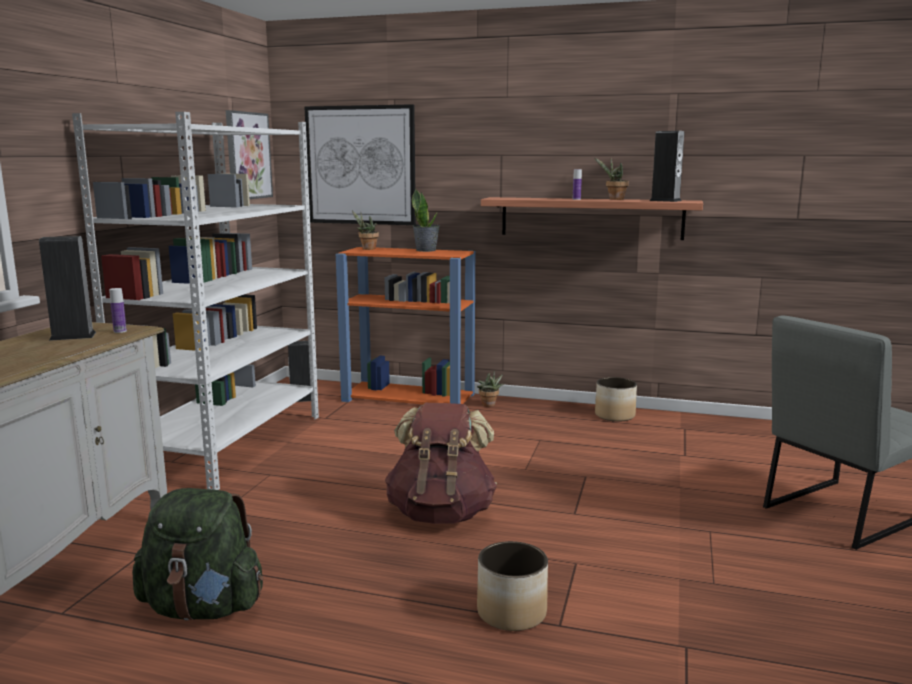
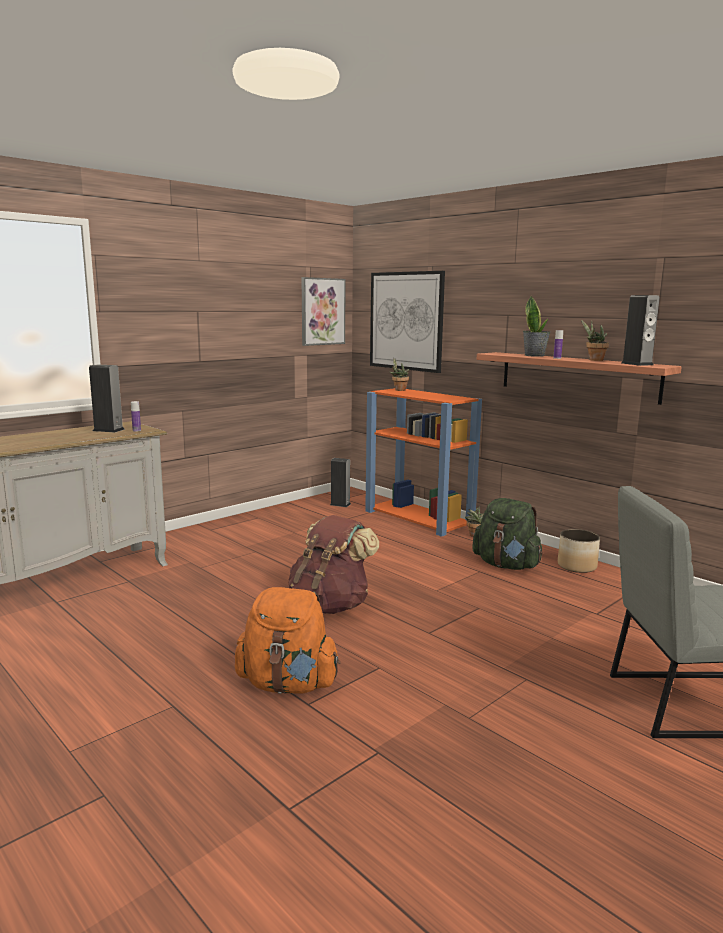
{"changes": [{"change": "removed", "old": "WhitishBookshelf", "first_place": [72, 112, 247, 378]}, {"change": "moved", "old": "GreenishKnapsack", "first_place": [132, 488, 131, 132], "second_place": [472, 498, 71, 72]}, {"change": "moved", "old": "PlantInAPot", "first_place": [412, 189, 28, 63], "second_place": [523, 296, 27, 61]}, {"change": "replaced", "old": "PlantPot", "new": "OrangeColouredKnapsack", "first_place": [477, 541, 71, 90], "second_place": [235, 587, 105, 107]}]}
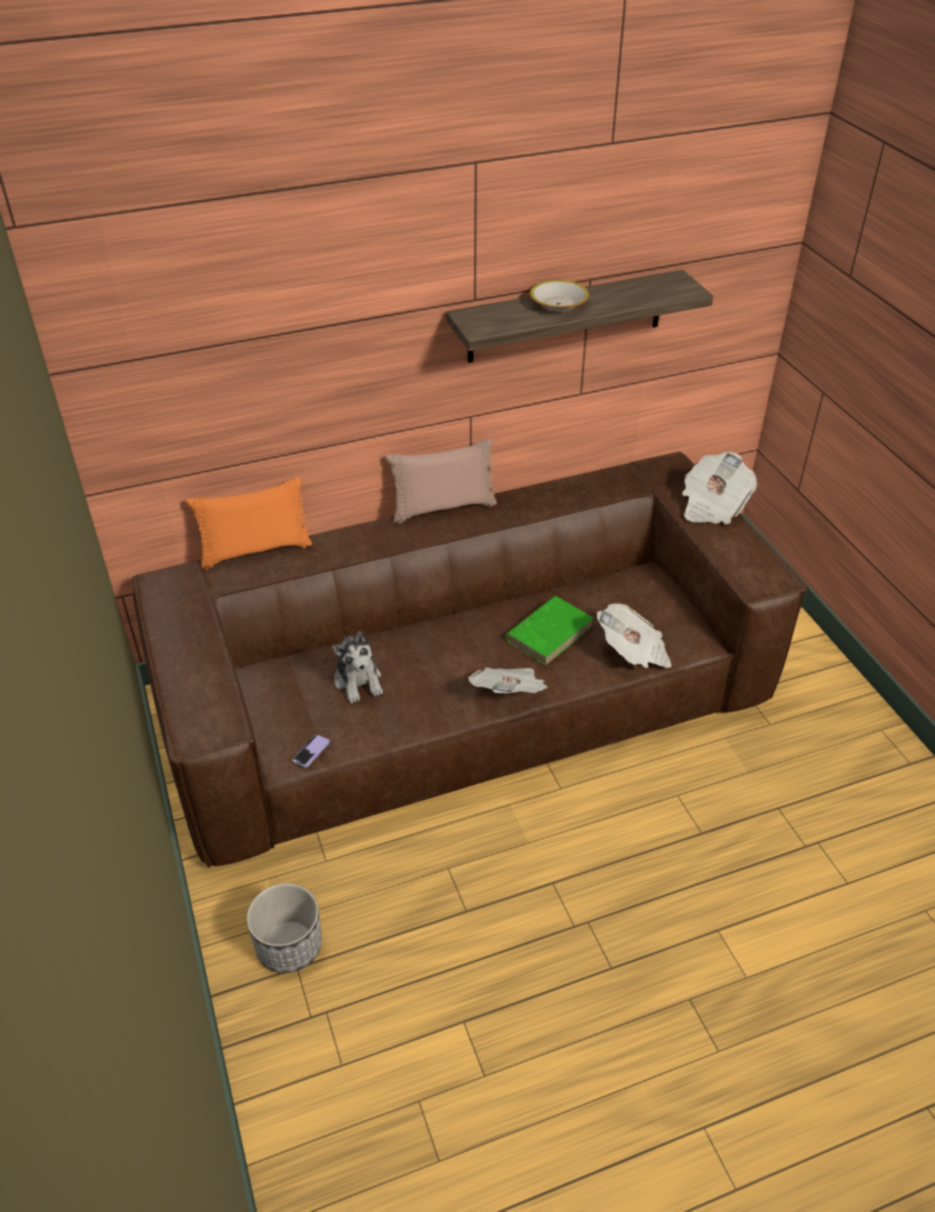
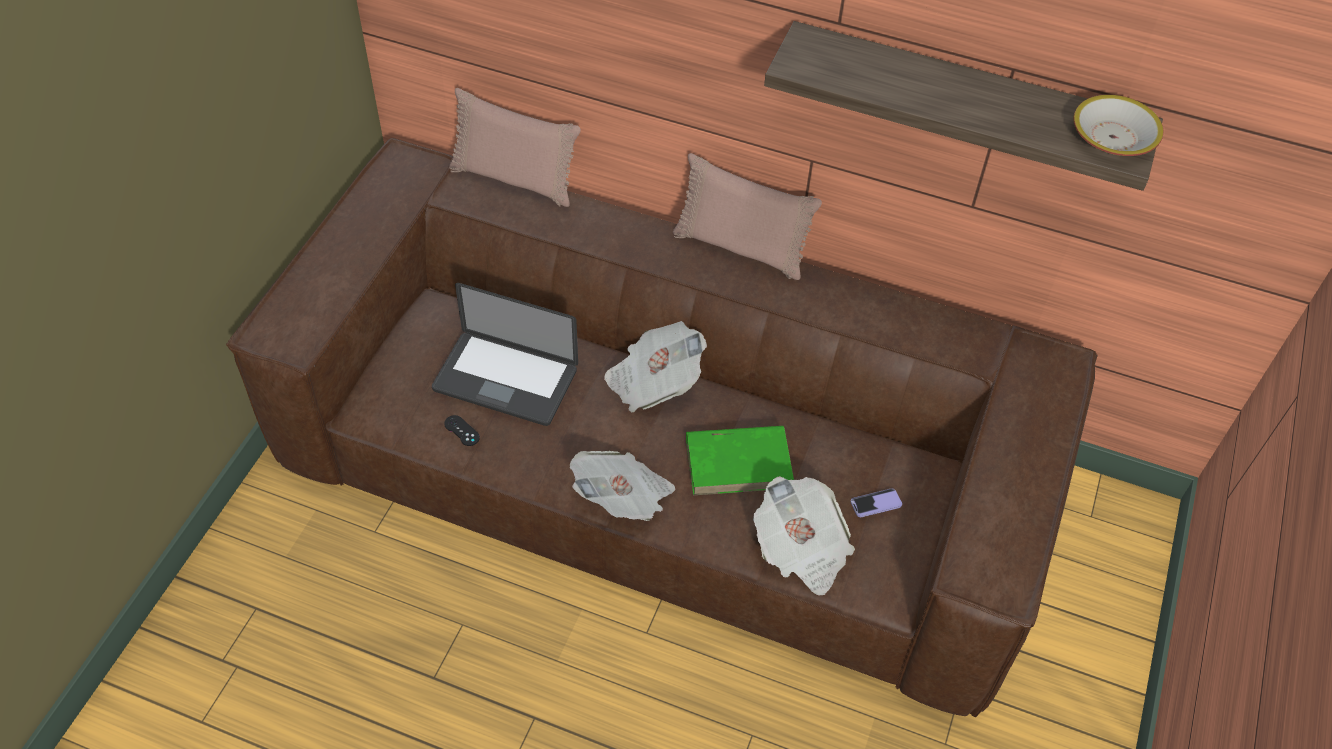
{"changes": [{"change": "recoloured", "old": "OrangeColouredPillow", "new": "SandColouredPillow", "first_place": [186, 477, 126, 93], "second_place": [449, 88, 132, 119]}, {"change": "removed", "old": "PlantPot", "first_place": [247, 883, 75, 90]}, {"change": "moved", "old": "Handset", "first_place": [292, 735, 38, 33], "second_place": [851, 488, 51, 29]}, {"change": "replaced", "old": "CuddlyToy", "new": "PortableComputer", "first_place": [332, 631, 51, 72], "second_place": [432, 283, 146, 143]}, {"change": "moved", "old": "Bowl", "first_place": [530, 280, 59, 32], "second_place": [1073, 95, 91, 61]}, {"change": "moved", "old": "DailyPaper", "first_place": [682, 452, 75, 72], "second_place": [604, 321, 103, 91]}, {"change": "added", "new": "BlackColouredGameController", "second_place": [444, 415, 36, 31]}]}
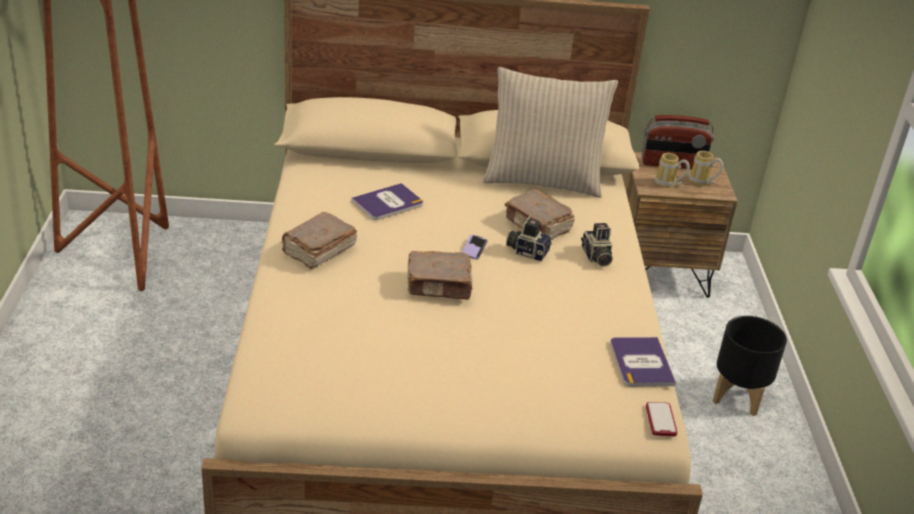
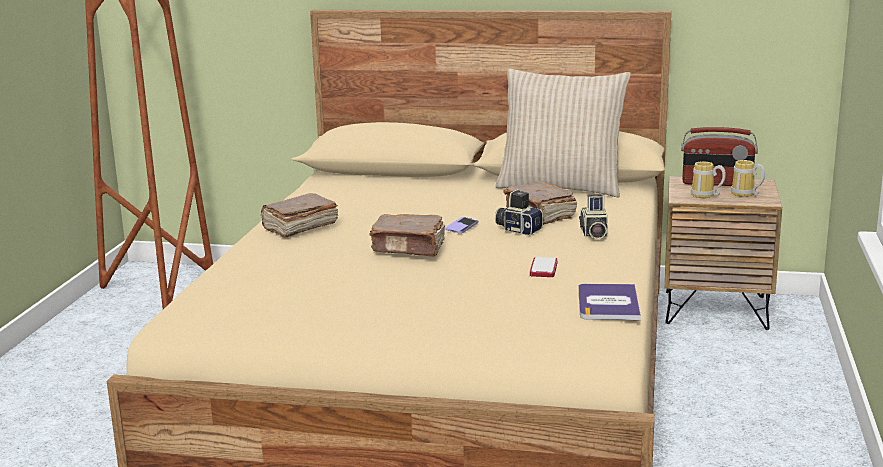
{"changes": [{"change": "removed", "old": "BoundBook", "first_place": [351, 183, 72, 37]}, {"change": "moved", "old": "Handset", "first_place": [646, 402, 31, 34], "second_place": [530, 257, 28, 20]}, {"change": "removed", "old": "BlackColouredPlantPot", "first_place": [713, 316, 74, 100]}]}
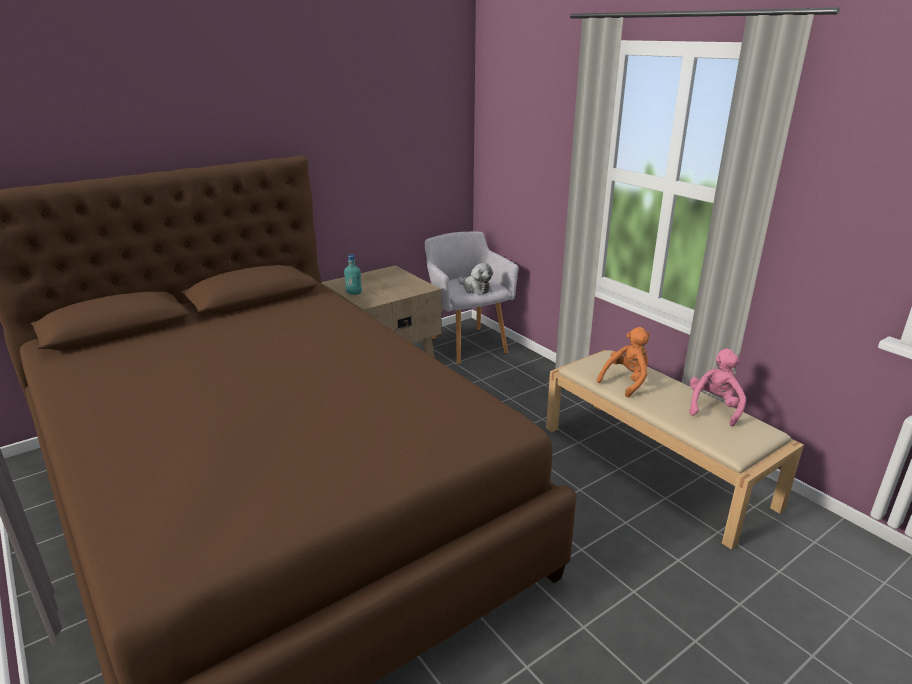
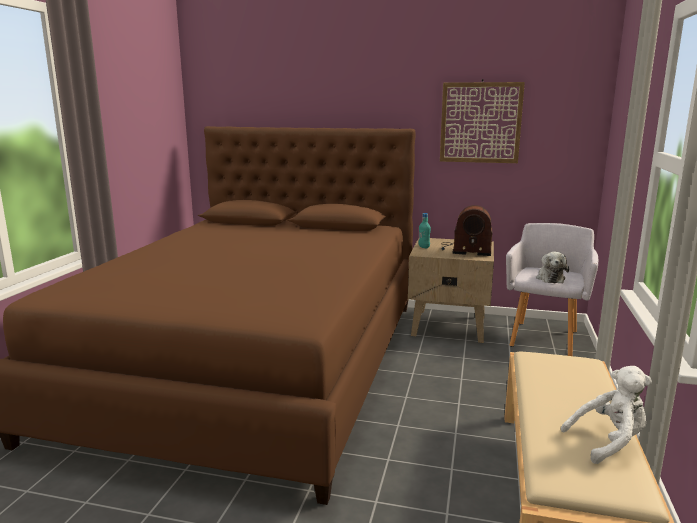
{"changes": [{"change": "removed", "old": "OrangeColouredCuddlyToy", "first_place": [597, 327, 53, 71]}, {"change": "recoloured", "old": "PinkishCuddlyToy", "new": "WhitishCuddlyToy", "first_place": [689, 349, 57, 77], "second_place": [561, 366, 91, 98]}, {"change": "added", "new": "Picture", "second_place": [440, 79, 85, 84]}, {"change": "added", "new": "RadioSet", "second_place": [441, 205, 51, 51]}]}
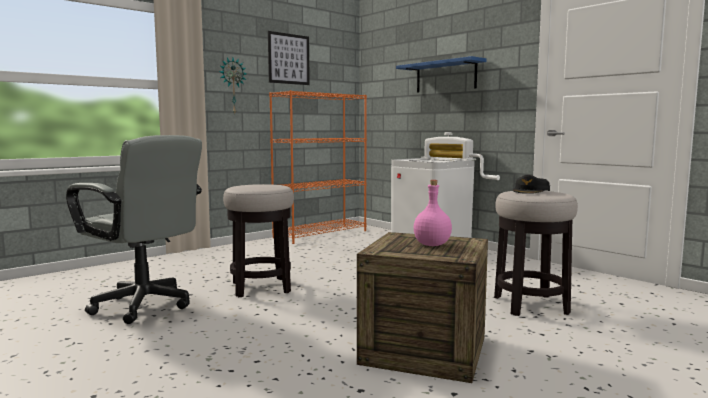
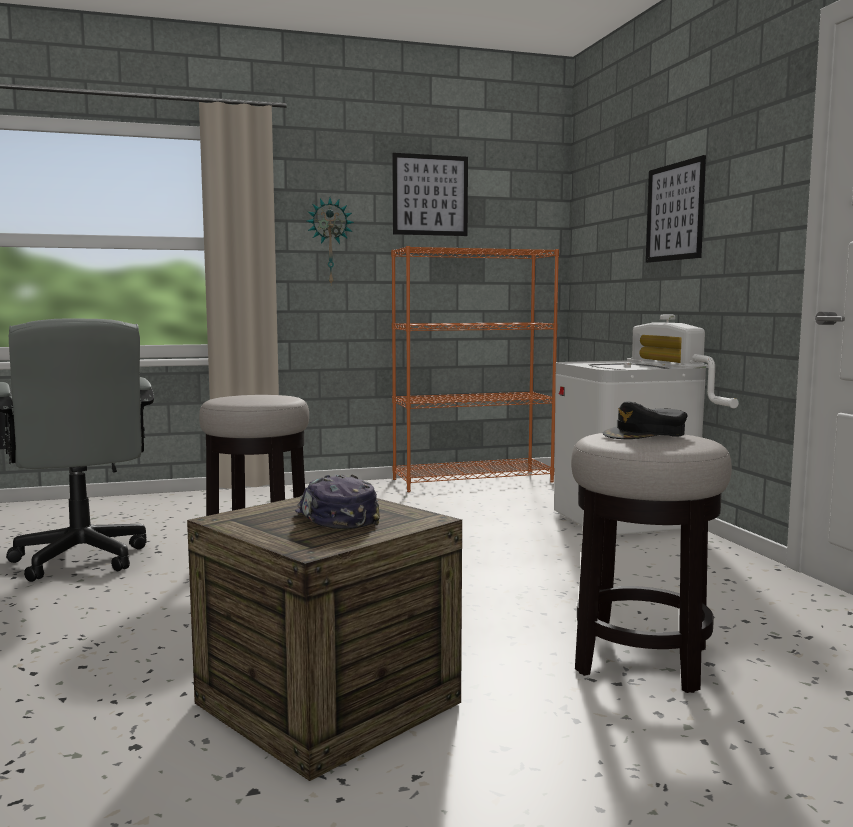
{"changes": [{"change": "replaced", "old": "BlueWallShelf", "new": "Picture", "first_place": [396, 56, 90, 37], "second_place": [646, 155, 60, 108]}, {"change": "replaced", "old": "PinkishBeverageBottle", "new": "Cap", "first_place": [414, 180, 38, 66], "second_place": [295, 474, 85, 55]}]}
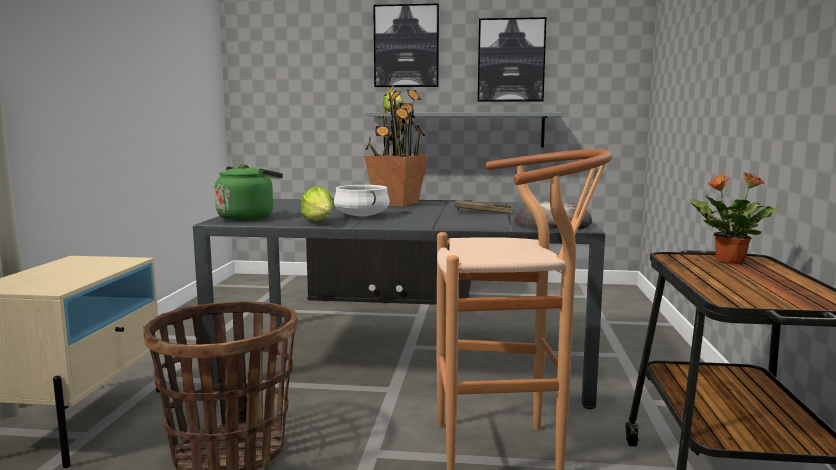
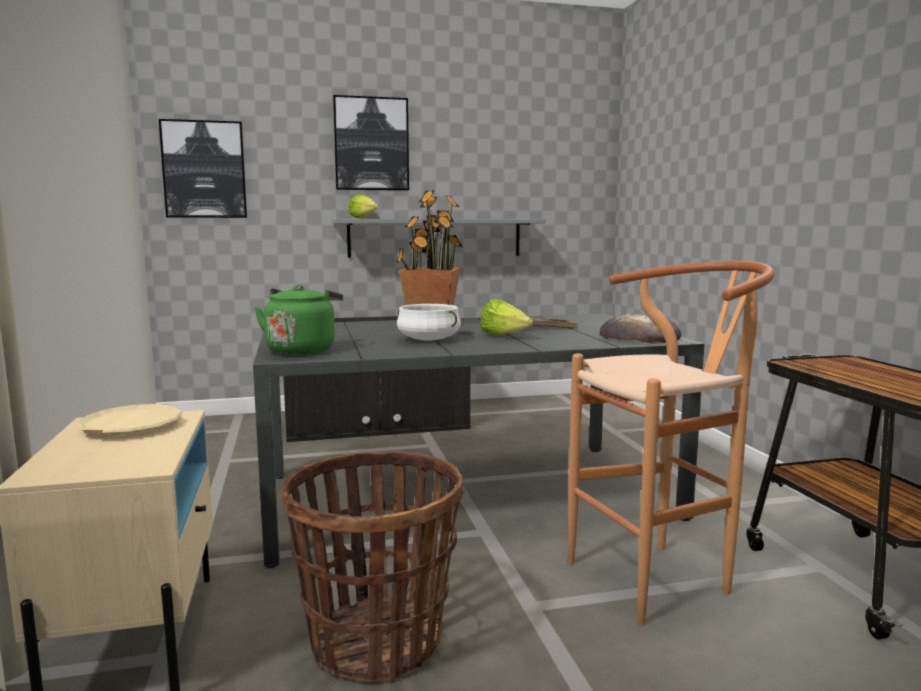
{"changes": [{"change": "moved", "old": "LettuceHead", "first_place": [301, 186, 33, 35], "second_place": [480, 299, 53, 36]}, {"change": "moved", "old": "Picture", "first_place": [478, 17, 68, 85], "second_place": [159, 119, 88, 99]}, {"change": "removed", "old": "PlantInAPot", "first_place": [690, 172, 93, 92]}, {"change": "added", "new": "SandColouredPlate", "second_place": [77, 404, 106, 31]}]}
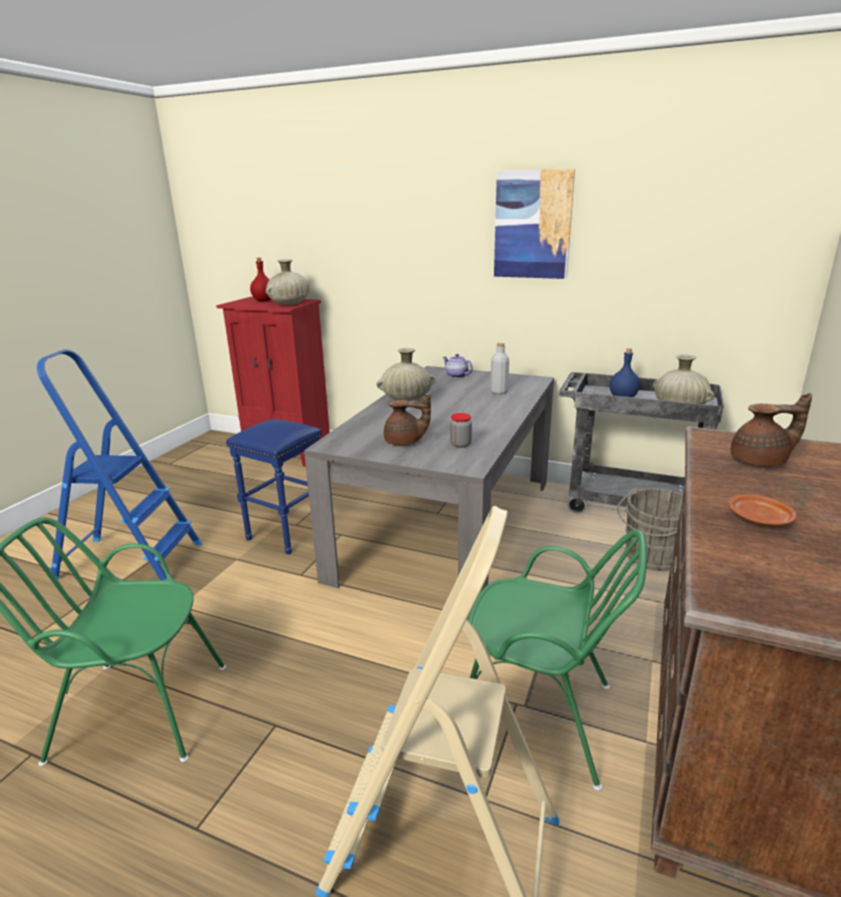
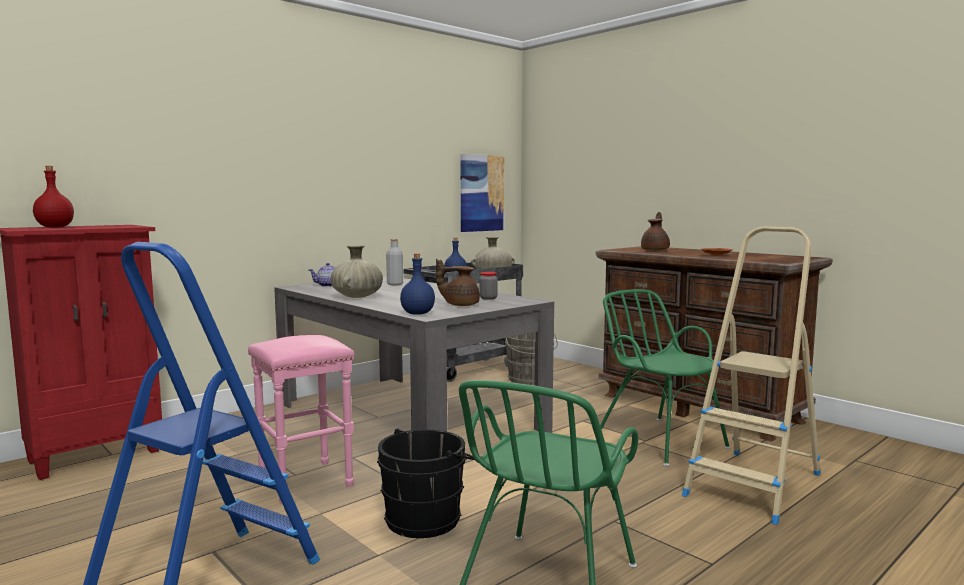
{"changes": [{"change": "recoloured", "old": "BlueStool", "new": "PinkishStool", "first_place": [226, 419, 95, 135], "second_place": [248, 335, 106, 169]}, {"change": "removed", "old": "SandColouredVase", "first_place": [266, 259, 44, 46]}, {"change": "turned", "old": "BrownTeaPot", "first_place": [384, 394, 47, 51], "second_place": [436, 259, 44, 47], "degrees": -120}, {"change": "turned", "old": "GreenishChair", "first_place": [467, 530, 180, 261], "second_place": [600, 289, 130, 177], "degrees": -75}, {"change": "moved", "old": "Picture", "first_place": [494, 169, 81, 110], "second_place": [461, 154, 43, 78]}, {"change": "added", "new": "BlackColouredPail", "second_place": [377, 429, 97, 109]}, {"change": "added", "new": "BlueBeverageBottle", "second_place": [400, 253, 35, 62]}]}
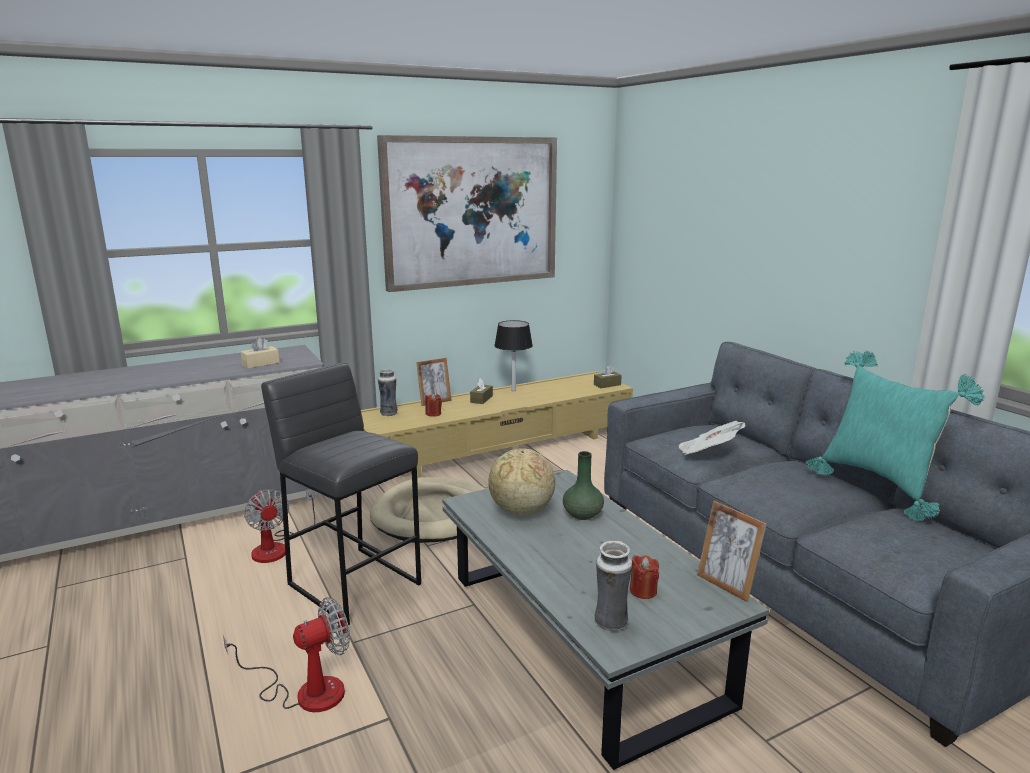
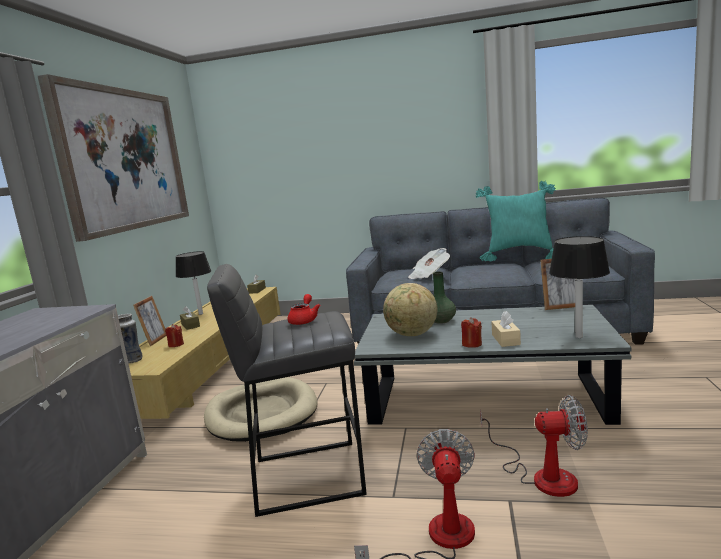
{"changes": [{"change": "moved", "old": "SandColouredBoxOfTissues", "first_place": [241, 337, 39, 32], "second_place": [491, 311, 30, 36]}, {"change": "moved", "old": "Fan", "first_place": [244, 489, 71, 74], "second_place": [480, 395, 108, 102]}, {"change": "replaced", "old": "Vase", "new": "BlackColouredTabletopLamp", "first_place": [595, 541, 37, 90], "second_place": [549, 236, 61, 102]}, {"change": "moved", "old": "ReddishWaxLight", "first_place": [630, 555, 29, 44], "second_place": [461, 317, 21, 31]}, {"change": "added", "new": "ReddishTeaPot", "second_place": [288, 294, 32, 31]}]}
